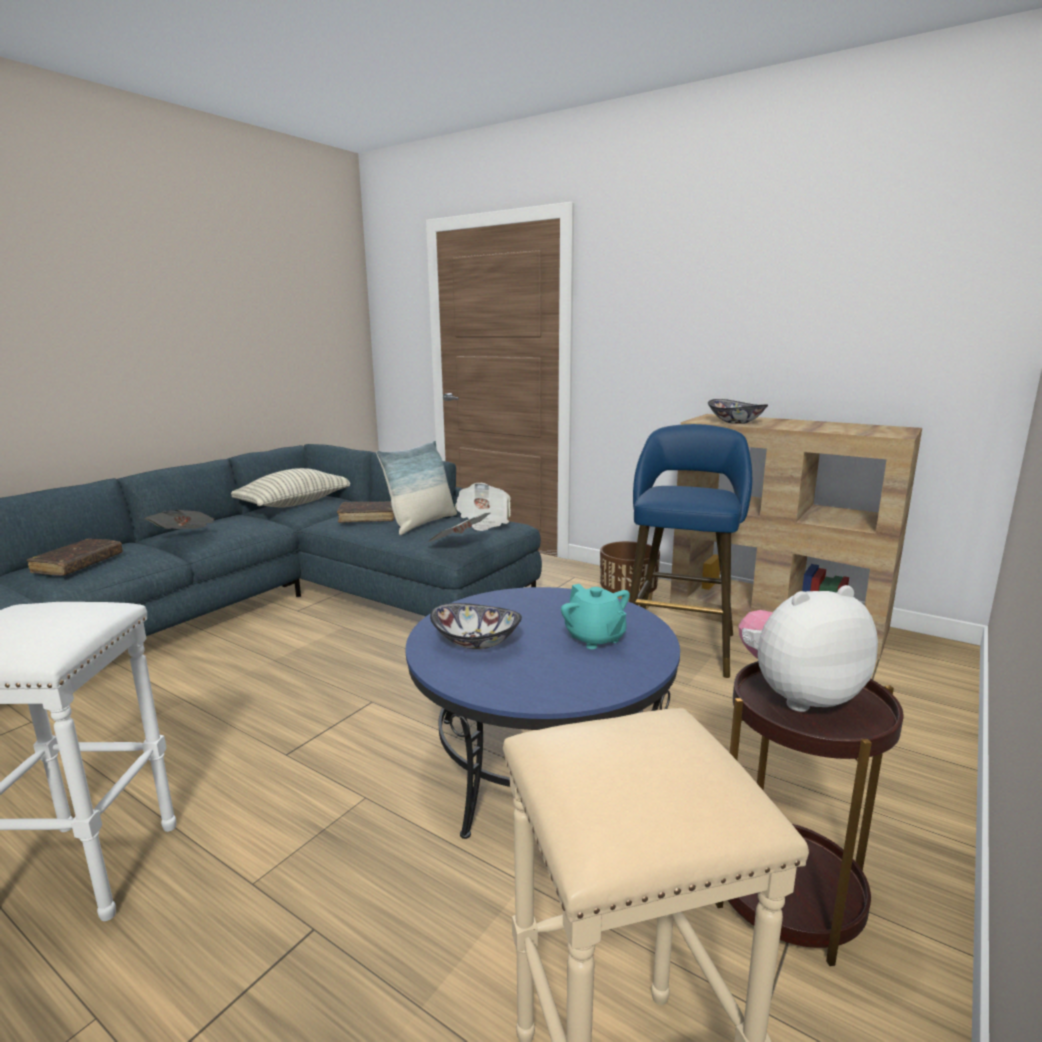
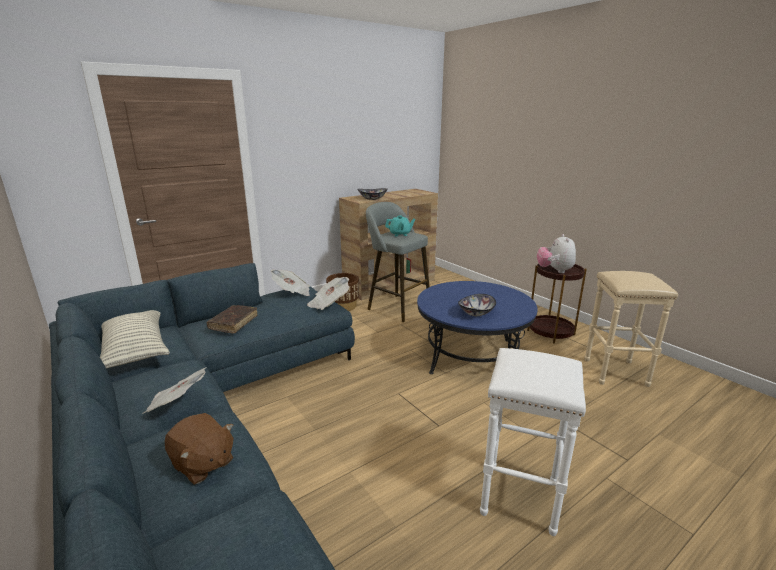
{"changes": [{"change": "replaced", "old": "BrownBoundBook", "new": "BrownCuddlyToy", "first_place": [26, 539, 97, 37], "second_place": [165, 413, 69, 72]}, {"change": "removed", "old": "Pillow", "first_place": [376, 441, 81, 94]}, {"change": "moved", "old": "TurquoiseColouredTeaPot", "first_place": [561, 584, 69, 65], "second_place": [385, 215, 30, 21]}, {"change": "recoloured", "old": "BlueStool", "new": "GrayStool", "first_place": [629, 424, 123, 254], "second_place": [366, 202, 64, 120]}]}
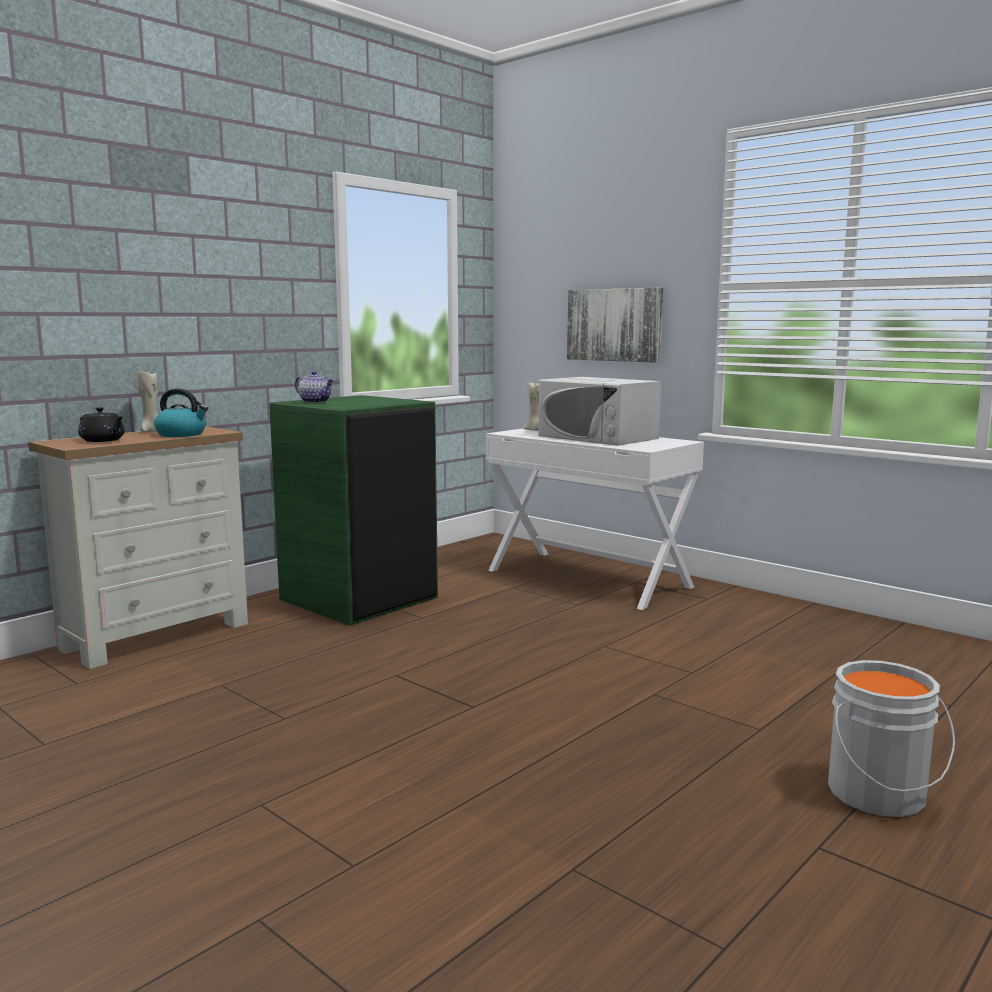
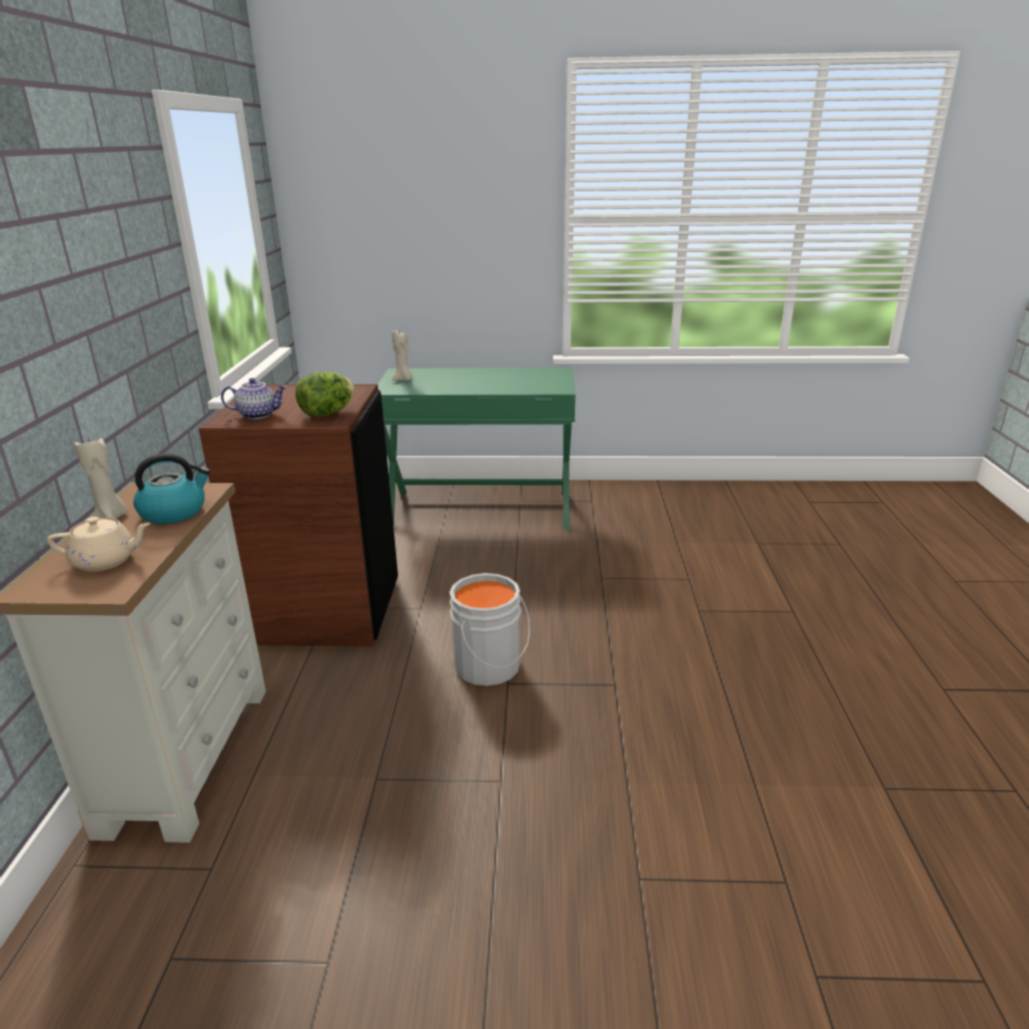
{"changes": [{"change": "recoloured", "old": "BlackColouredTeaPot", "new": "SandColouredTeaPot", "first_place": [78, 407, 47, 35], "second_place": [47, 517, 104, 54]}, {"change": "recoloured", "old": "GreenishCupboard", "new": "BrownCupboard", "first_place": [269, 395, 169, 231], "second_place": [199, 384, 199, 262]}, {"change": "recoloured", "old": "WhitishHallTable", "new": "GreenishHallTable", "first_place": [486, 428, 218, 182], "second_place": [378, 368, 198, 162]}, {"change": "removed", "old": "WhitishMicrowave", "first_place": [539, 377, 122, 69]}, {"change": "removed", "old": "Picture", "first_place": [567, 287, 96, 76]}, {"change": "moved", "old": "GrayPail", "first_place": [828, 660, 127, 157], "second_place": [449, 573, 81, 113]}, {"change": "added", "new": "LettuceHead", "second_place": [295, 371, 60, 46]}]}
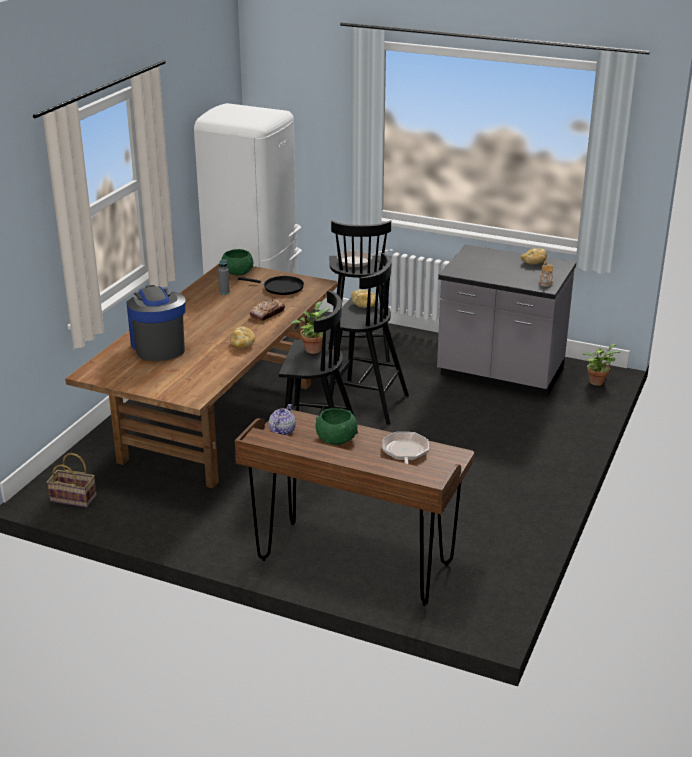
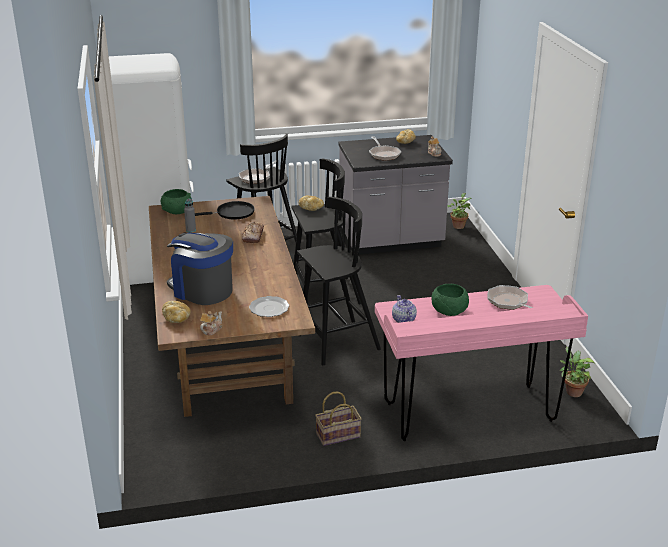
{"changes": [{"change": "moved", "old": "Basket", "first_place": [47, 453, 50, 55], "second_place": [315, 391, 47, 55]}, {"change": "moved", "old": "BakedBread", "first_place": [230, 326, 25, 22], "second_place": [162, 301, 29, 22]}, {"change": "recoloured", "old": "BrownDeskTable", "new": "PinkishDeskTable", "first_place": [235, 408, 239, 198], "second_place": [375, 285, 213, 156]}, {"change": "moved", "old": "PlantInAPot", "first_place": [291, 302, 39, 52], "second_place": [560, 347, 34, 50]}, {"change": "added", "new": "TeaPot", "second_place": [200, 311, 22, 24]}, {"change": "added", "new": "Plate", "second_place": [249, 296, 40, 21]}, {"change": "added", "new": "FryingPan", "second_place": [369, 136, 32, 25]}]}
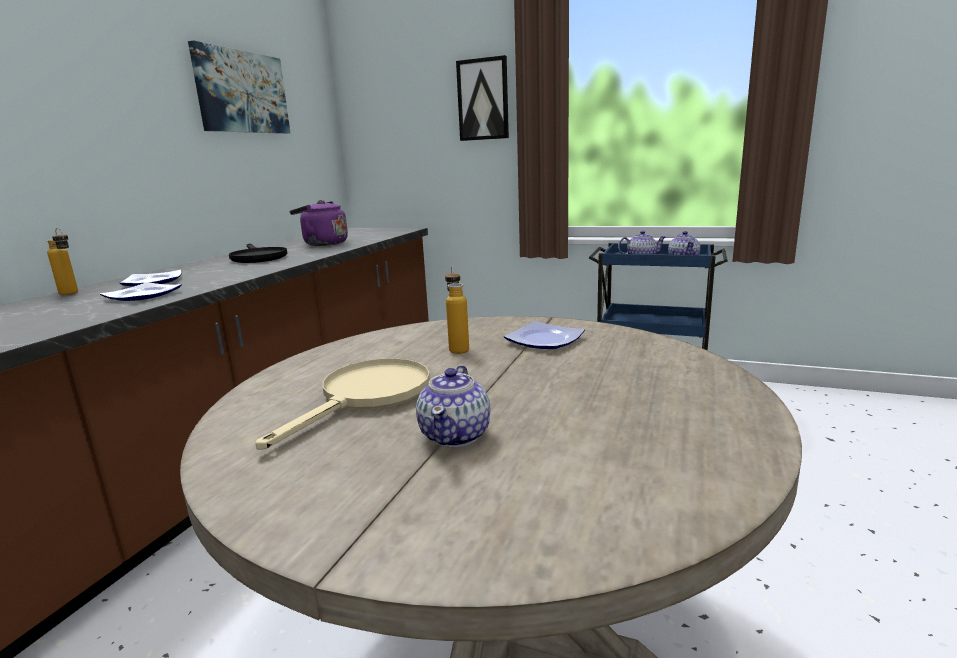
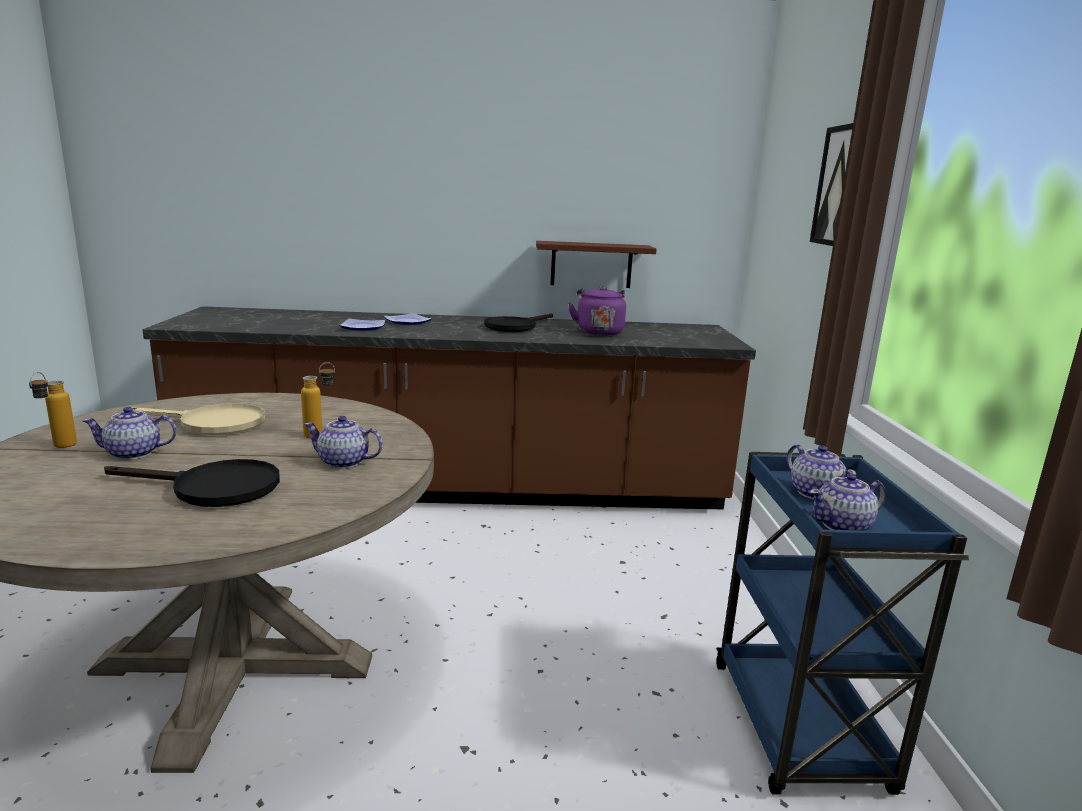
{"changes": [{"change": "moved", "old": "BeverageBottle", "first_place": [47, 228, 31, 67], "second_place": [29, 372, 48, 76]}, {"change": "removed", "old": "Picture", "first_place": [188, 40, 102, 94]}, {"change": "replaced", "old": "Plate", "new": "TeaPot", "first_place": [504, 321, 81, 28], "second_place": [304, 416, 79, 53]}, {"change": "added", "new": "BlackColouredFryingPan", "second_place": [104, 459, 176, 48]}, {"change": "added", "new": "BrownWallShelf", "second_place": [536, 241, 121, 47]}]}
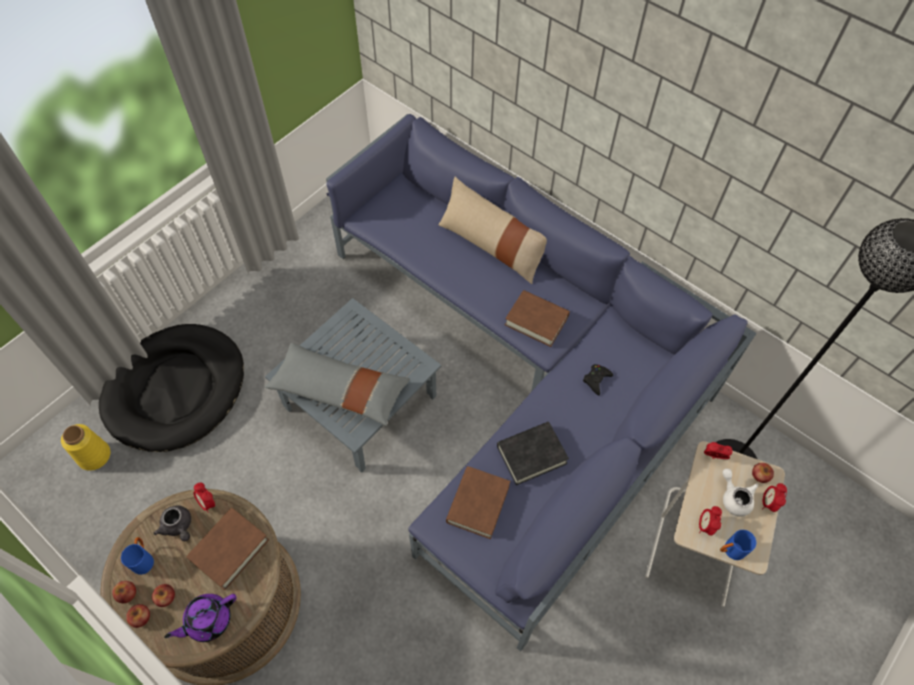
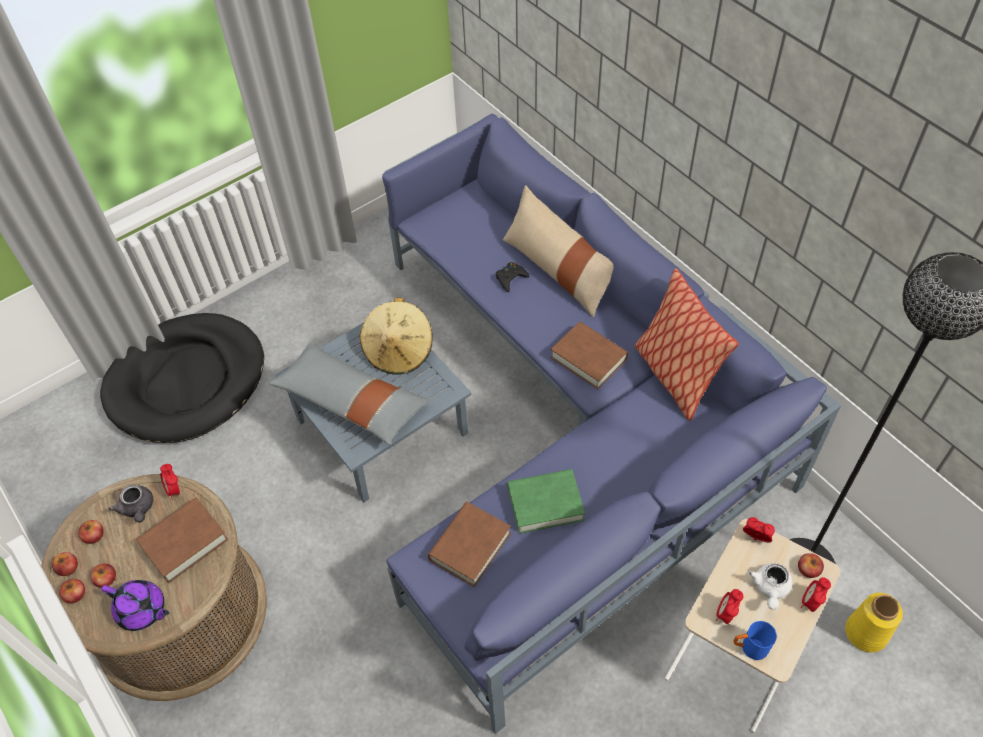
{"changes": [{"change": "moved", "old": "YellowVase", "first_place": [61, 424, 49, 47], "second_place": [845, 593, 58, 59]}, {"change": "replaced", "old": "BlueTeaMug", "new": "Apple", "first_place": [121, 537, 33, 38], "second_place": [78, 520, 26, 24]}, {"change": "turned", "old": "PurpleTeaPot", "first_place": [164, 594, 73, 48], "second_place": [101, 580, 68, 51], "degrees": -135}, {"change": "recoloured", "old": "BlackColouredBoundBook", "new": "GreenishBoundBook", "first_place": [497, 422, 72, 63], "second_place": [507, 469, 78, 65]}, {"change": "moved", "old": "BlackColouredGameController", "first_place": [583, 364, 30, 31], "second_place": [496, 262, 33, 30]}, {"change": "turned", "old": "WhitishTeaPot", "first_place": [722, 469, 36, 48], "second_place": [749, 563, 43, 47], "degrees": -150}, {"change": "added", "new": "SandColouredHat", "second_place": [360, 298, 72, 77]}, {"change": "added", "new": "Pillow", "second_place": [635, 268, 103, 153]}]}
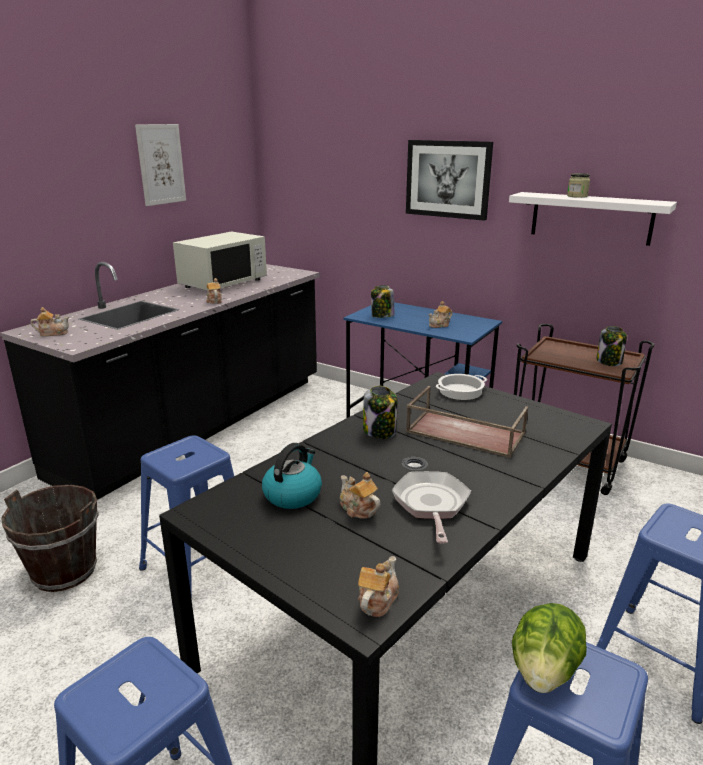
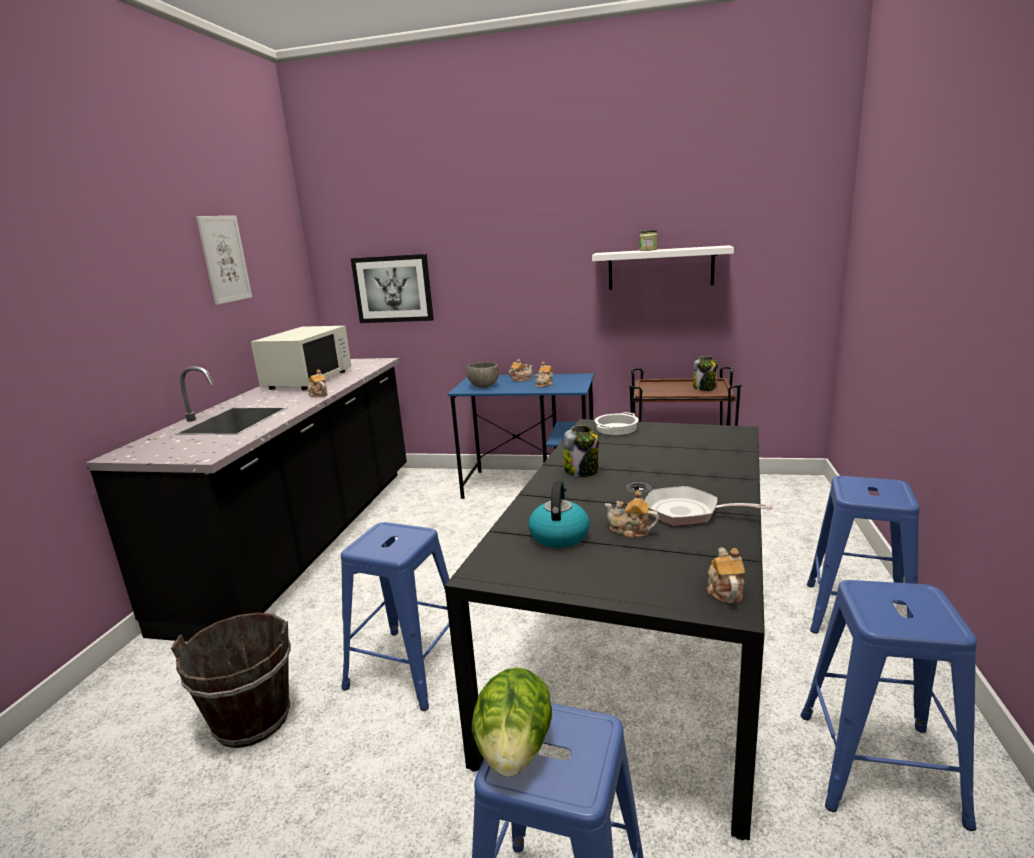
{"changes": [{"change": "moved", "old": "TeaPot", "first_place": [31, 307, 38, 29], "second_place": [509, 359, 24, 23]}, {"change": "replaced", "old": "StorageJar", "new": "GrayBowl", "first_place": [371, 285, 23, 33], "second_place": [467, 362, 32, 26]}, {"change": "turned", "old": "FryingPan", "first_place": [392, 471, 79, 72], "second_place": [645, 486, 127, 40], "degrees": -45}, {"change": "moved", "old": "Picture", "first_place": [406, 140, 87, 81], "second_place": [351, 254, 83, 69]}, {"change": "removed", "old": "BrownTray", "first_place": [406, 386, 122, 72]}, {"change": "moved", "old": "LettuceHead", "first_place": [512, 603, 75, 90], "second_place": [472, 667, 80, 110]}]}
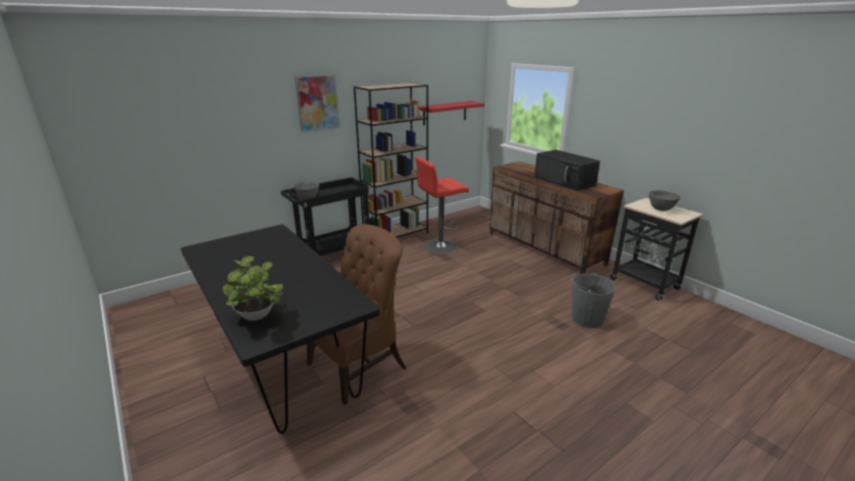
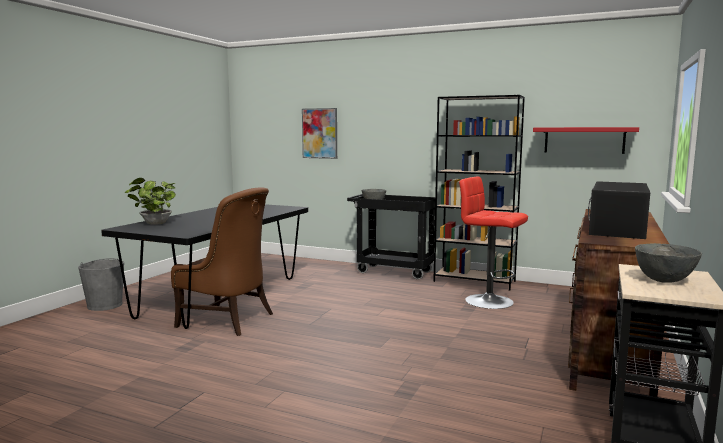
{"changes": [{"change": "moved", "old": "Picture", "first_place": [295, 74, 45, 58], "second_place": [302, 108, 35, 51]}, {"change": "moved", "old": "GrayPail", "first_place": [571, 273, 45, 55], "second_place": [78, 258, 46, 53]}]}
